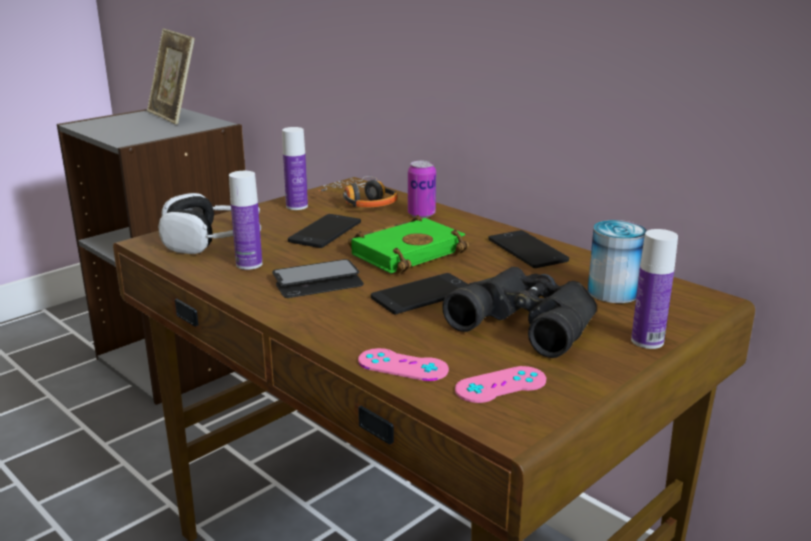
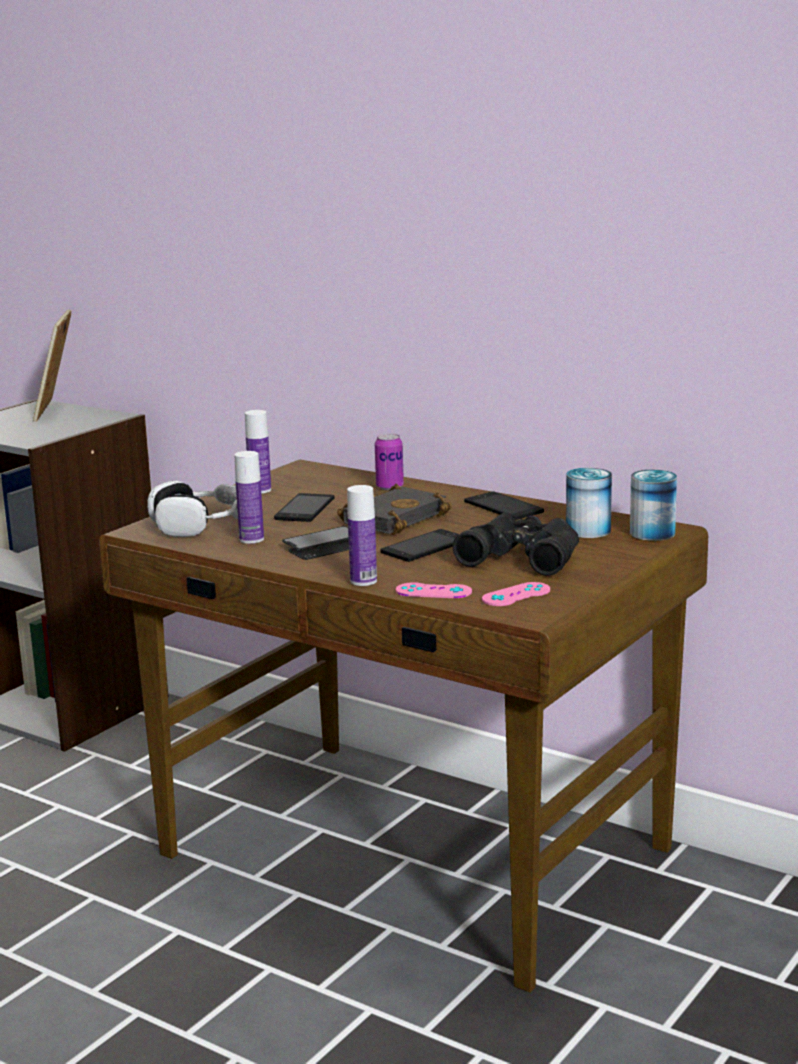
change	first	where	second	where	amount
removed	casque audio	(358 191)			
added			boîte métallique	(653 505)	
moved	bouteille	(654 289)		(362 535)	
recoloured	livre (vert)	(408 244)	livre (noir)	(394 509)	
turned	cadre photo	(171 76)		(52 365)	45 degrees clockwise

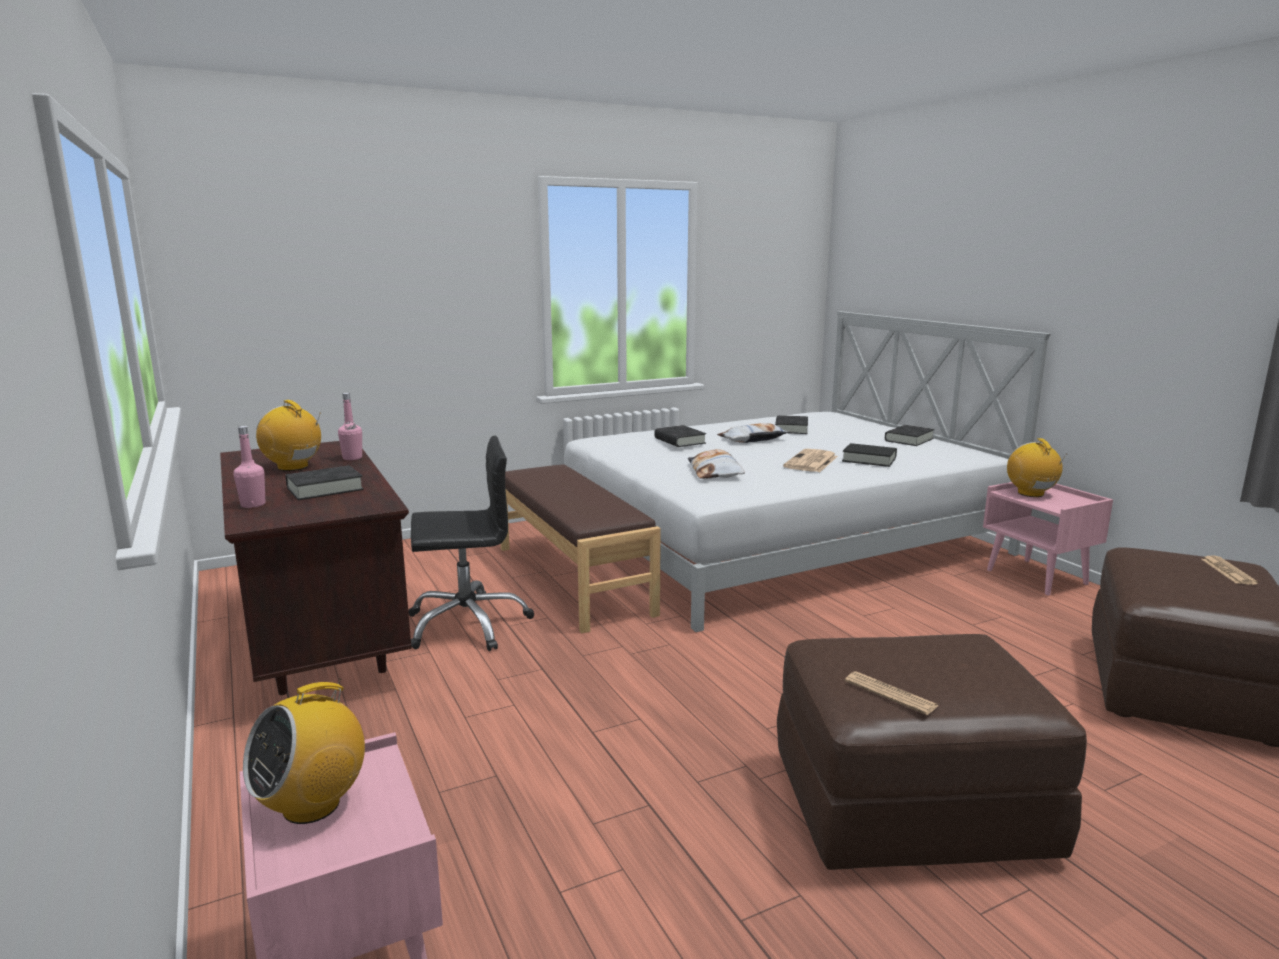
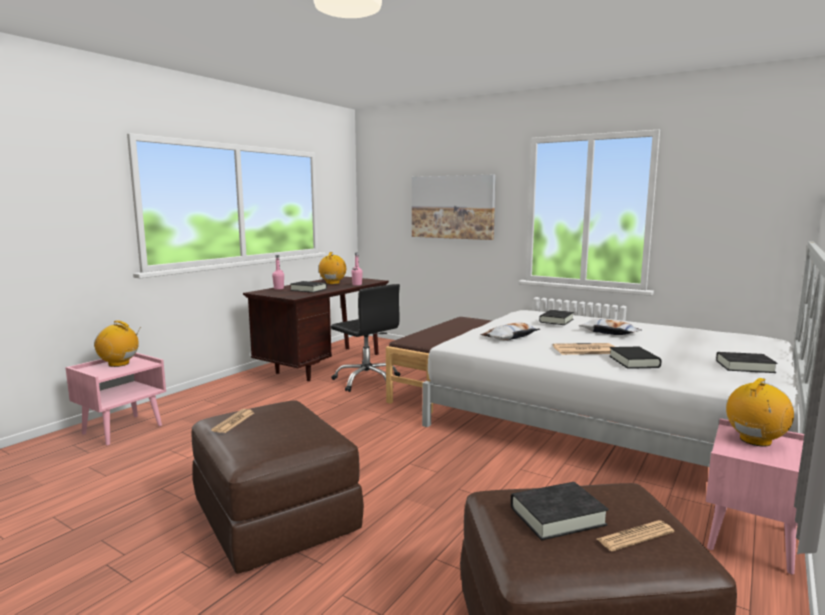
change	first	where	second	where	amount
added			tableau	(454 207)	
moved	livre (noir)	(791 424)		(560 511)	

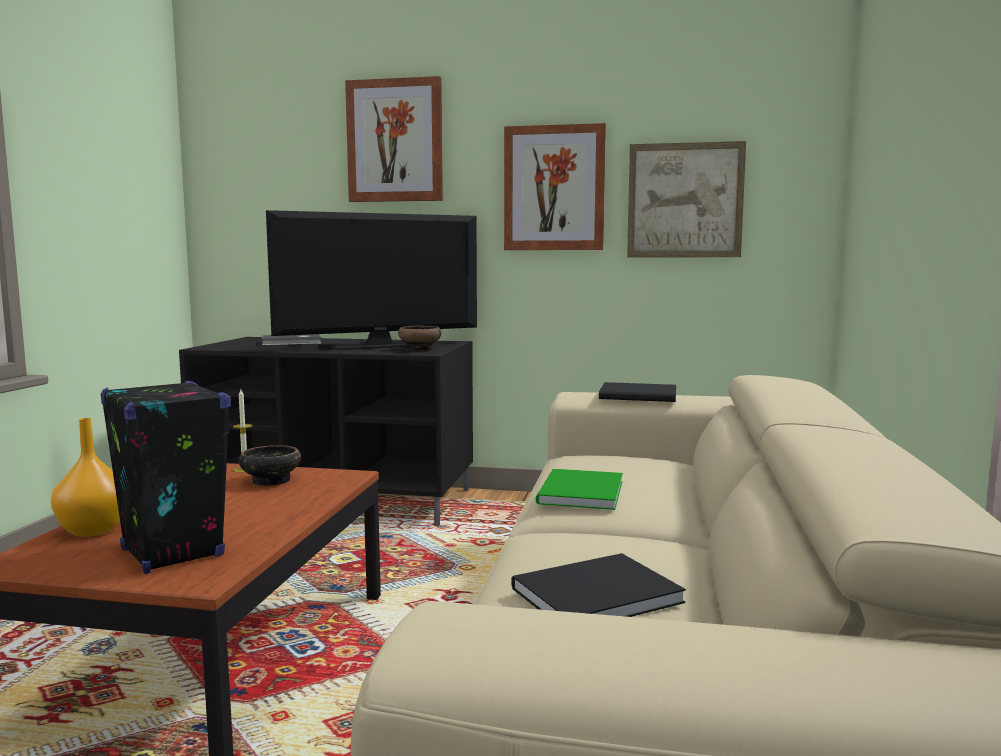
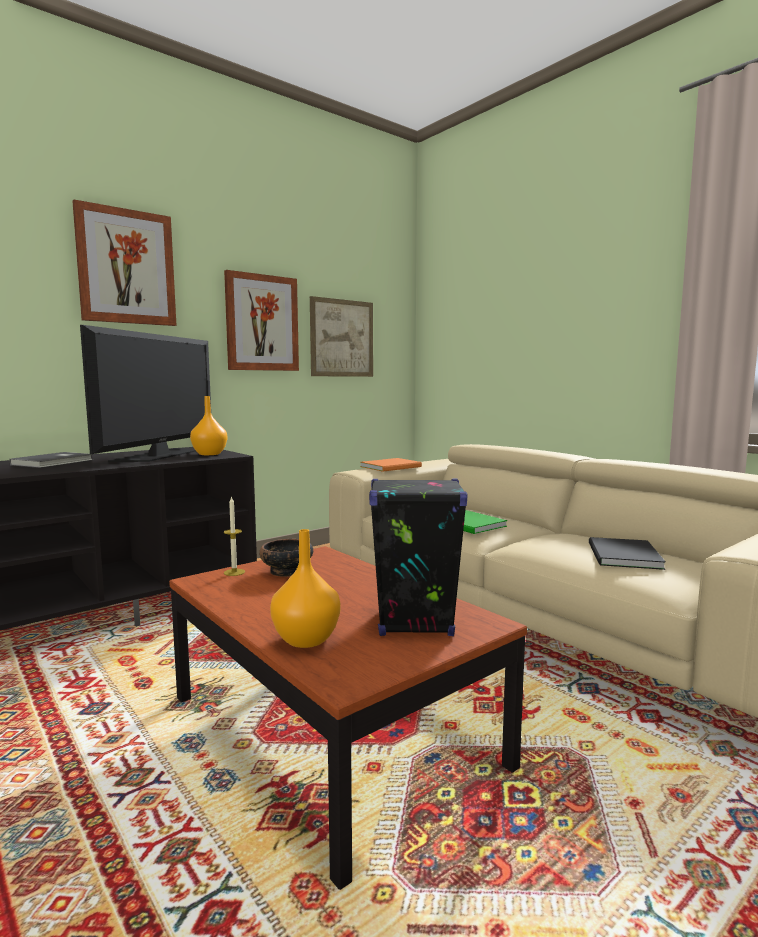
change	first	where	second	where	amount
replaced	bol	(419 338)	vase (orange)	(208 425)	
recoloured	livre (noir)	(637 392)	livre (orange)	(391 465)	

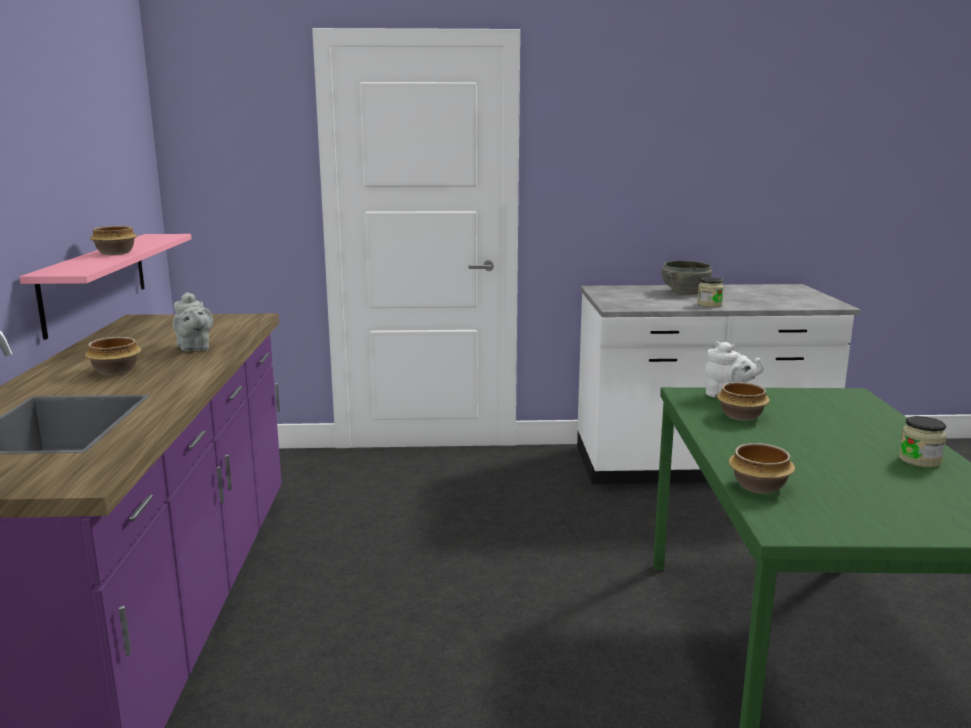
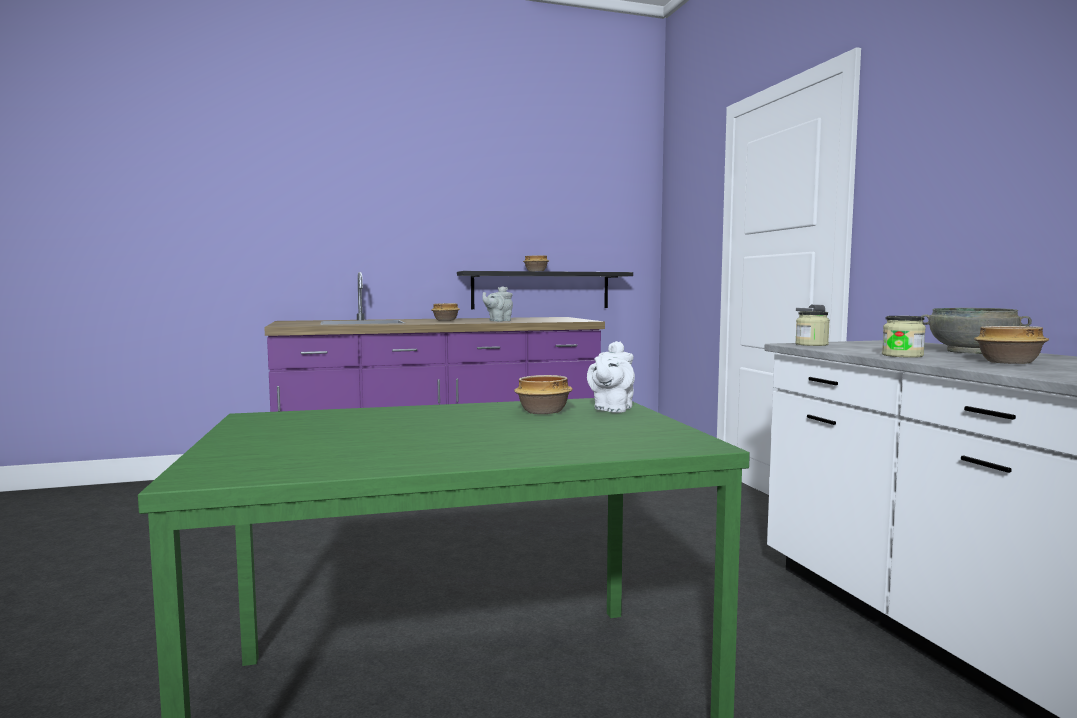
change	first	where	second	where	amount
moved	bol	(762 468)		(1011 345)	
moved	bocal	(923 441)		(812 328)	
recoloured	étagère (rose)	(106 287)	étagère (noir)	(545 290)	

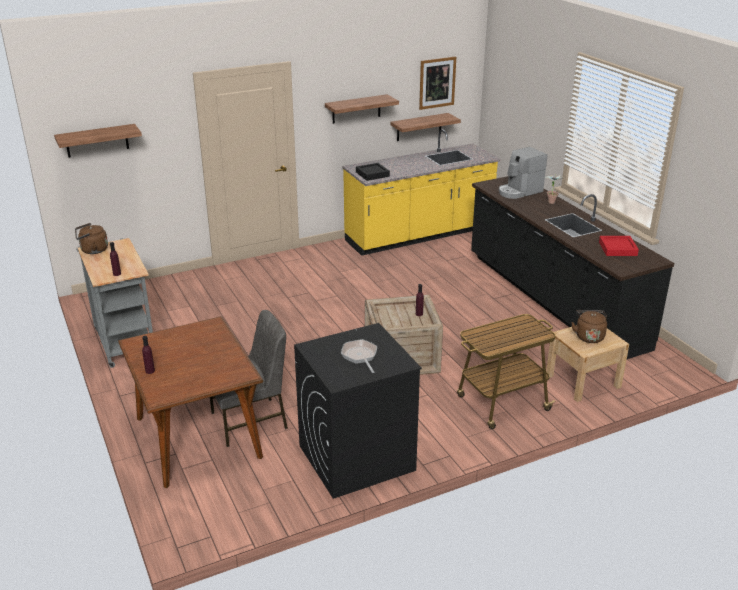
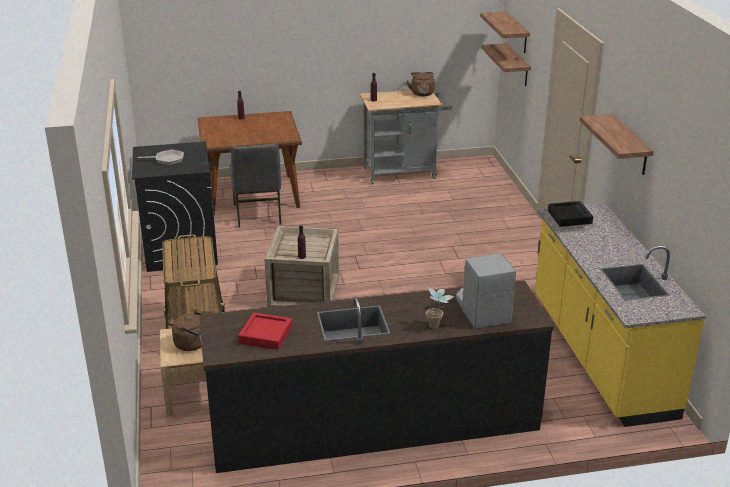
change	first	where	second	where	amount
removed	tableau	(437 83)			
moved	étagère	(425 127)		(506 64)	

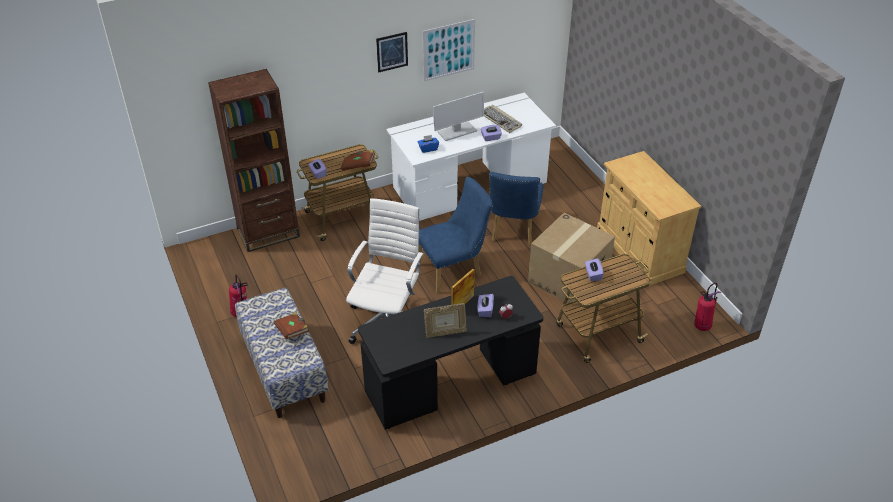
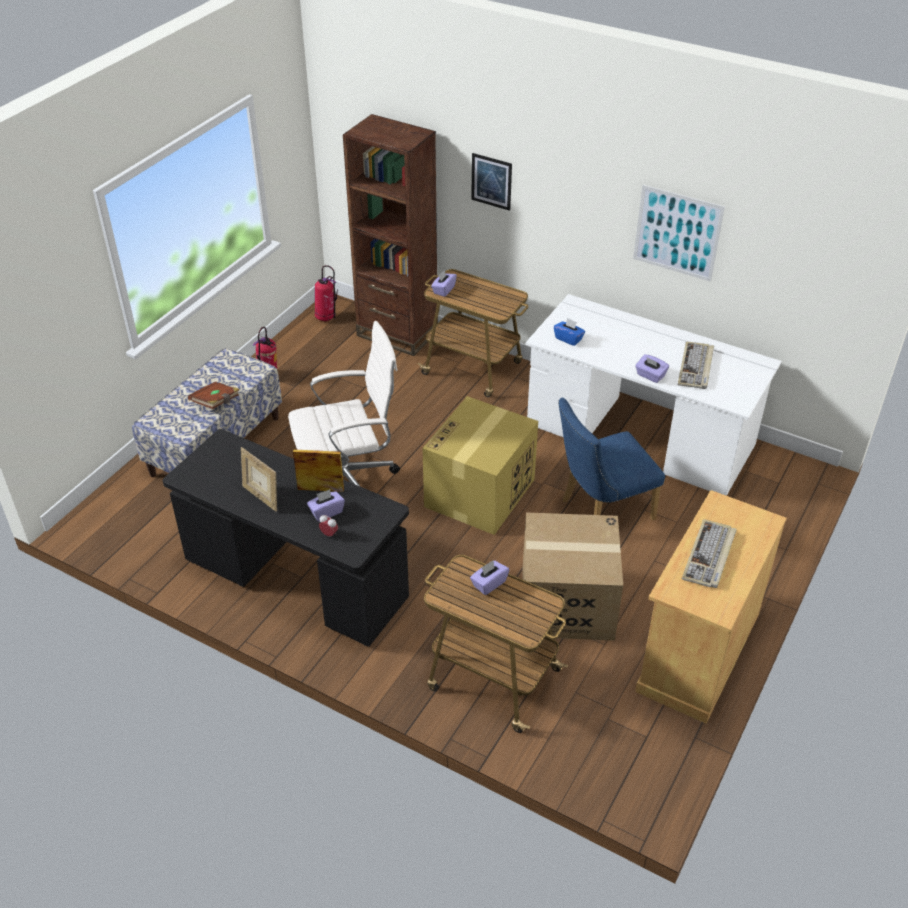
change	first	where	second	where	amount
removed	livre (marron)	(358 160)			
removed	écran d'ordinateur	(458 116)			
added			clavier	(709 553)	
moved	tableau	(392 52)		(491 182)	
moved	extincteur	(707 307)		(326 293)	
replaced	chaise (bleu)	(456 235)	carton	(480 465)	

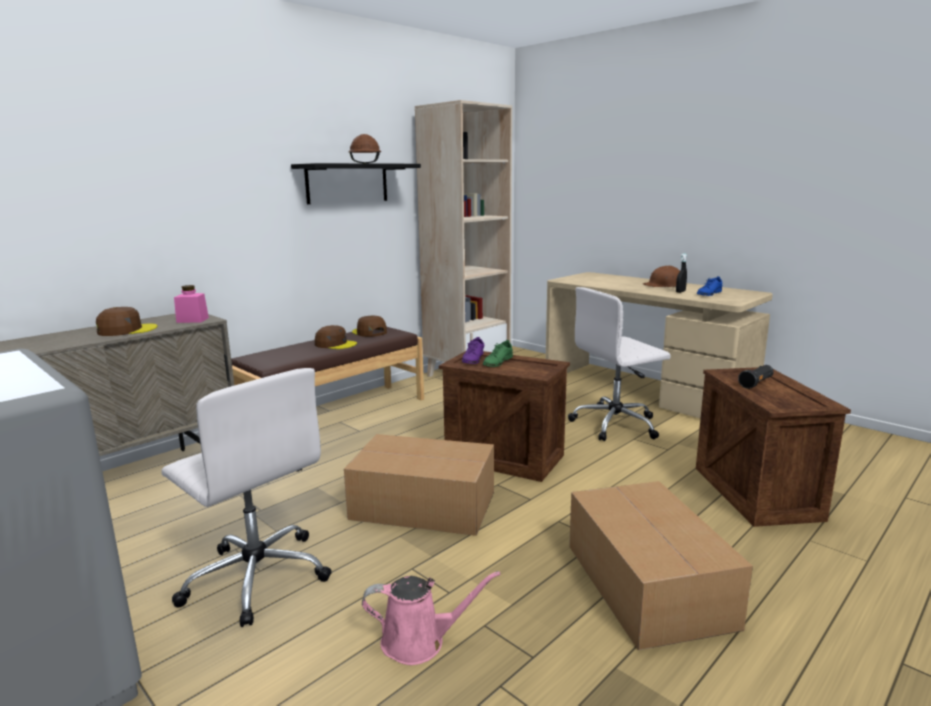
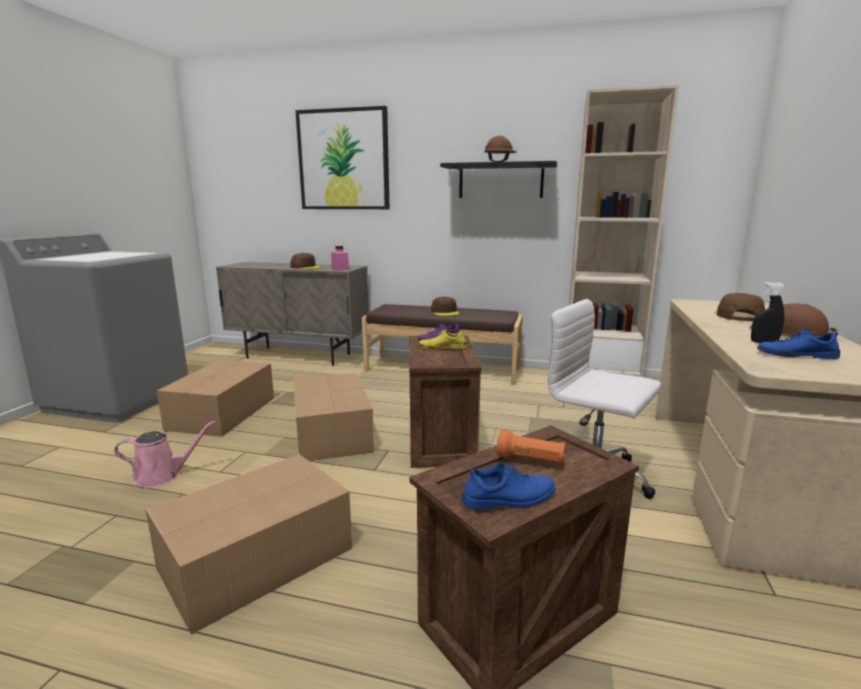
change	first	where	second	where	amount
added			tableau	(342 157)	
added			chaussure (bleu)	(508 486)	
moved	casquette (marron)	(369 326)		(740 307)	
replaced	chaise de bureau (blanc)	(246 497)	carton	(215 398)	
recoloured	chaussure (vert)	(498 353)	chaussure (jaune)	(442 339)	
recoloured	lampe de poche (noir)	(756 377)	lampe de poche (orange)	(531 446)	
turned	arrosoir (rose)	(431 618)		(164 454)	75 degrees counterclockwise

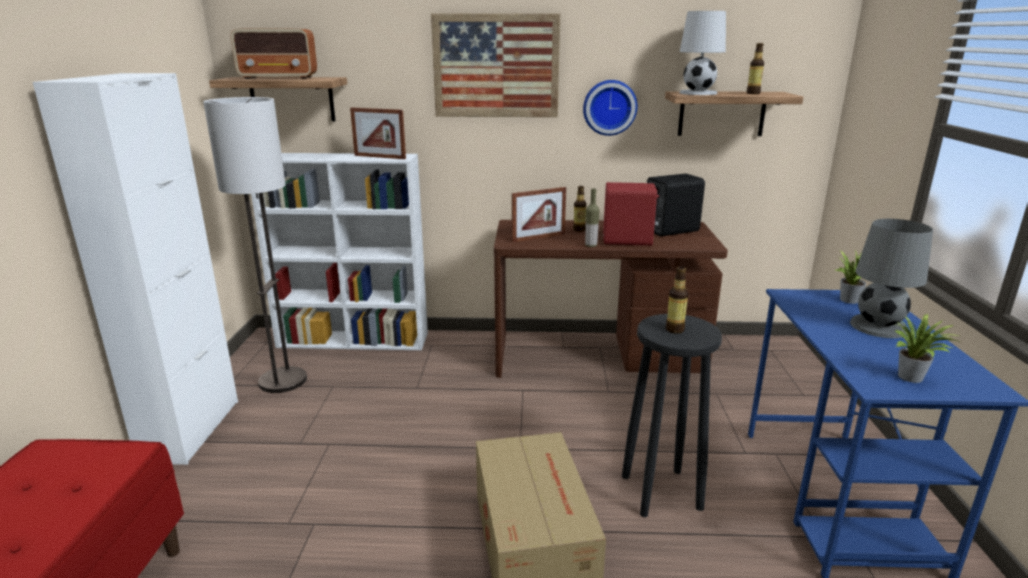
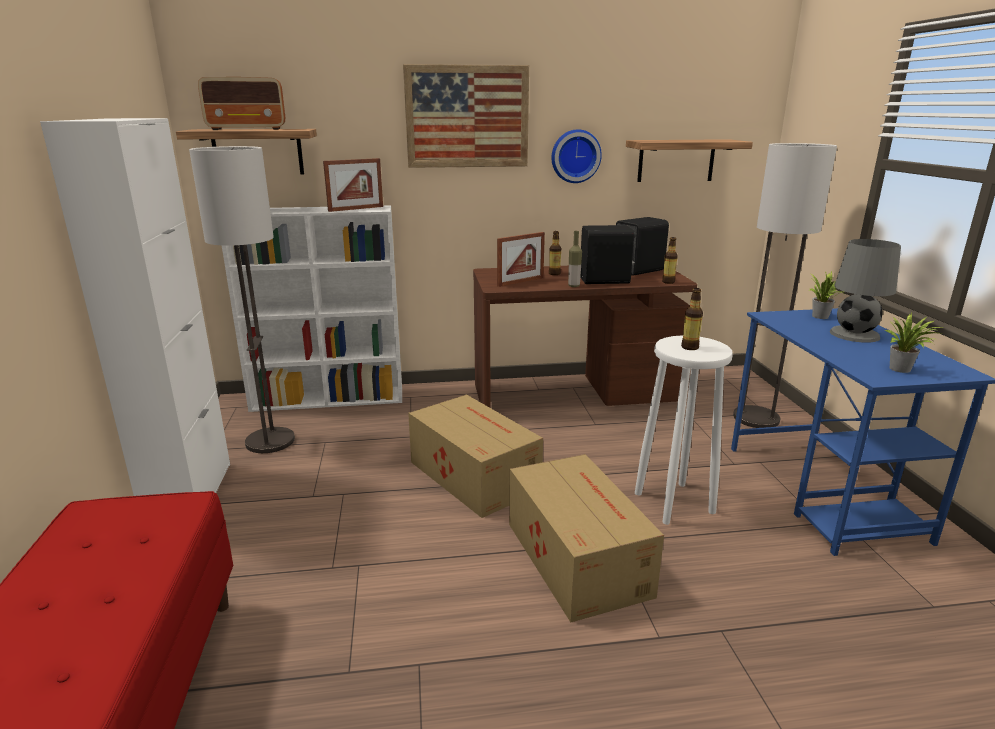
change	first	where	second	where	amount
removed	lampe de table (blanc)	(702 53)			
added			carton	(475 456)	
added			lampadaire	(785 285)	
moved	bouteille	(755 68)		(670 260)	
recoloured	enceinte (rouge)	(631 214)	enceinte (noir)	(607 254)	
recoloured	tabouret (noir)	(672 415)	tabouret (blanc)	(684 430)	
turned	cadre photo	(378 133)		(353 185)	45 degrees counterclockwise

